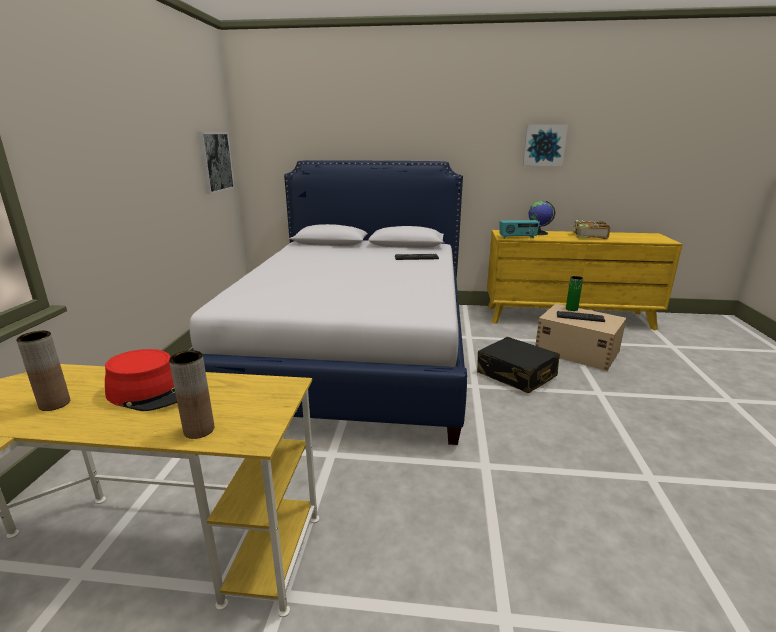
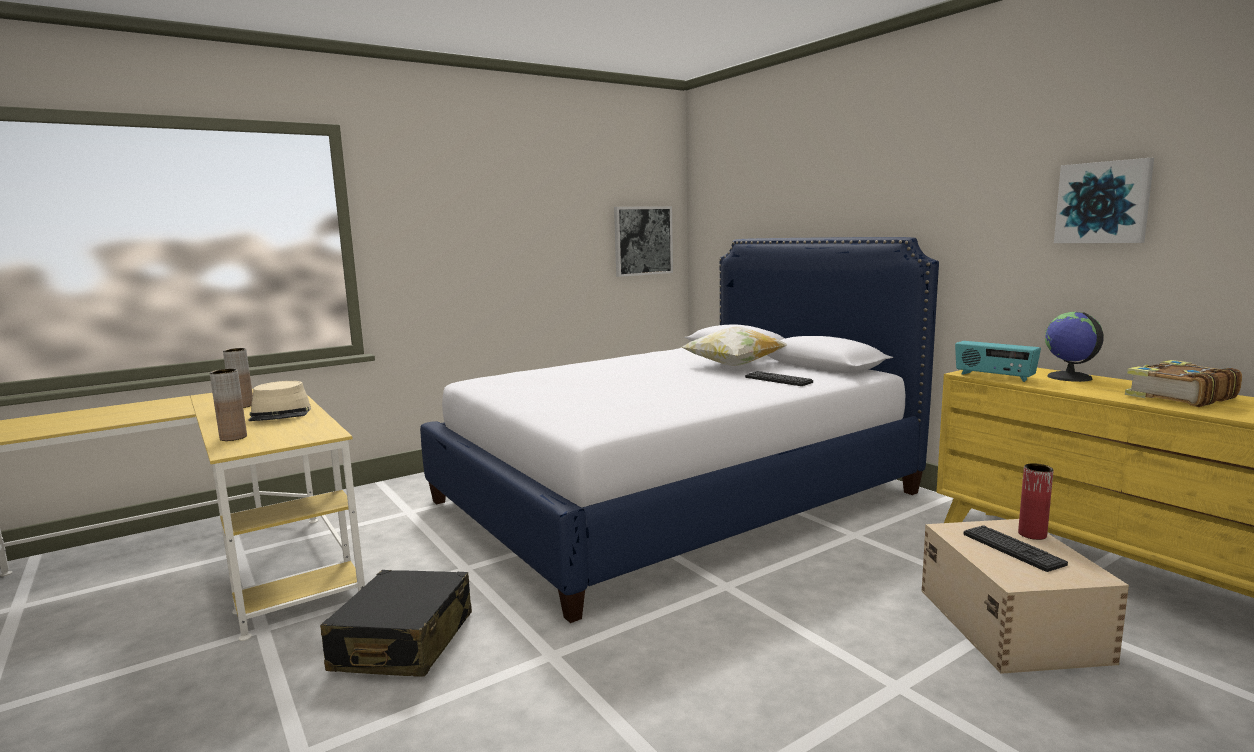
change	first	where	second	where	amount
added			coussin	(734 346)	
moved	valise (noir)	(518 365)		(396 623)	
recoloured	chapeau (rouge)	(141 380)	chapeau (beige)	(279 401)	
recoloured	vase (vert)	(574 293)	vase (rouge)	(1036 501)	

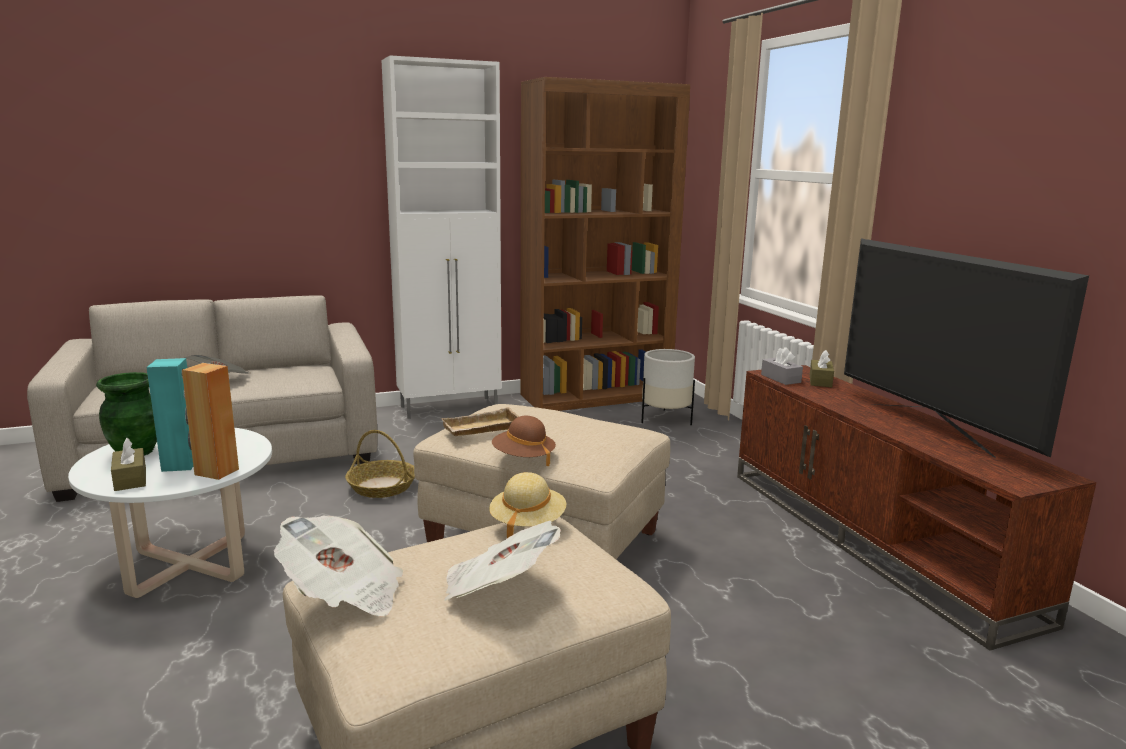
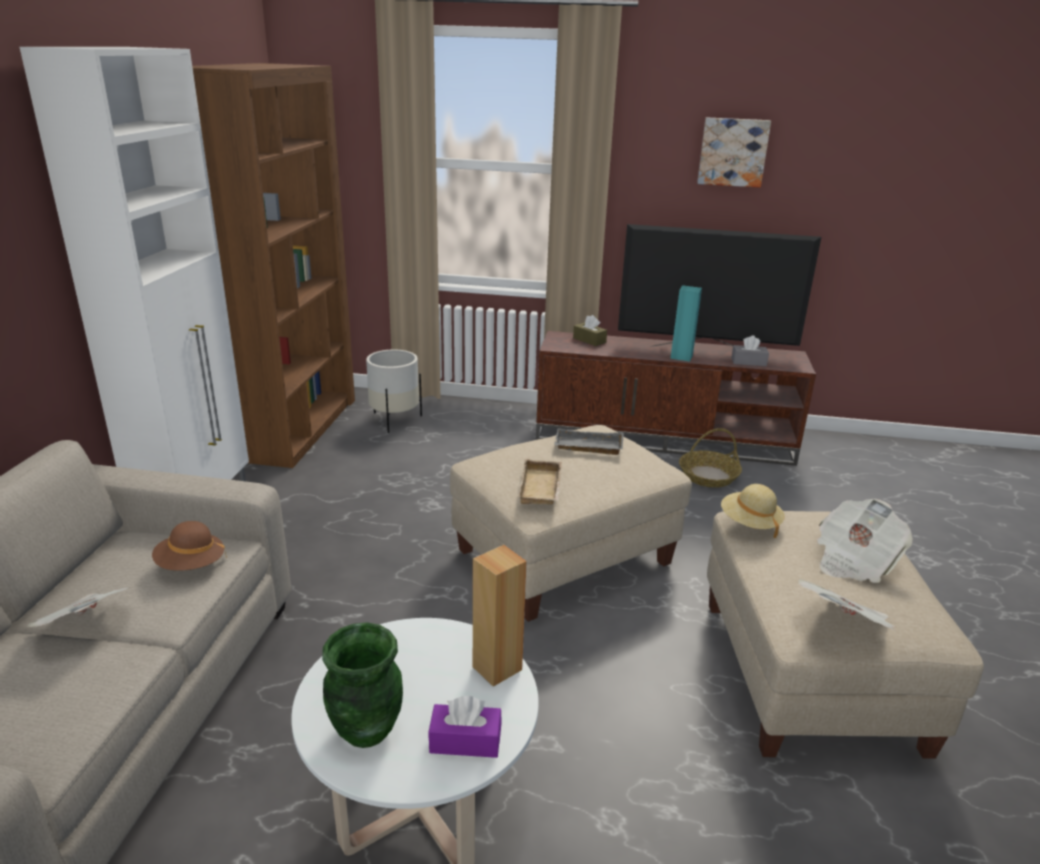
change	first	where	second	where	amount
added			plateau (gris)	(589 442)	
added			tableau	(734 152)	
moved	enceinte (turquoise)	(170 415)		(686 323)	
moved	panier	(380 464)		(710 458)	
moved	chapeau (marron)	(524 441)		(189 546)	
moved	boîte à mouchoirs (gris)	(782 366)		(750 350)	
recoloured	boîte à mouchoirs (marron)	(128 464)	boîte à mouchoirs (violet)	(465 727)	

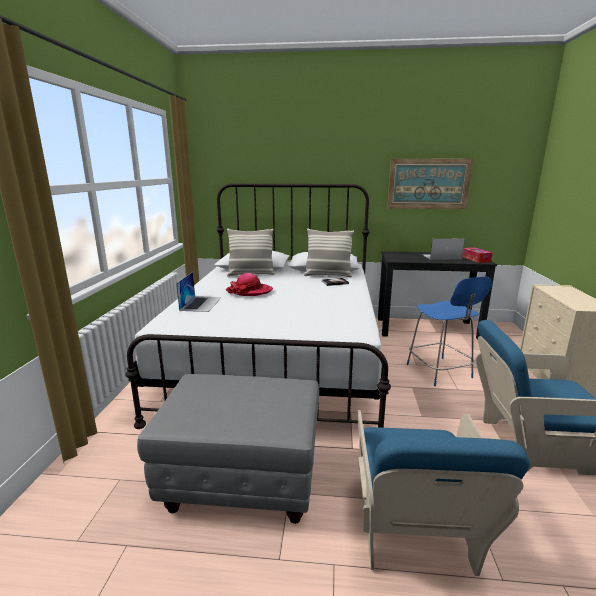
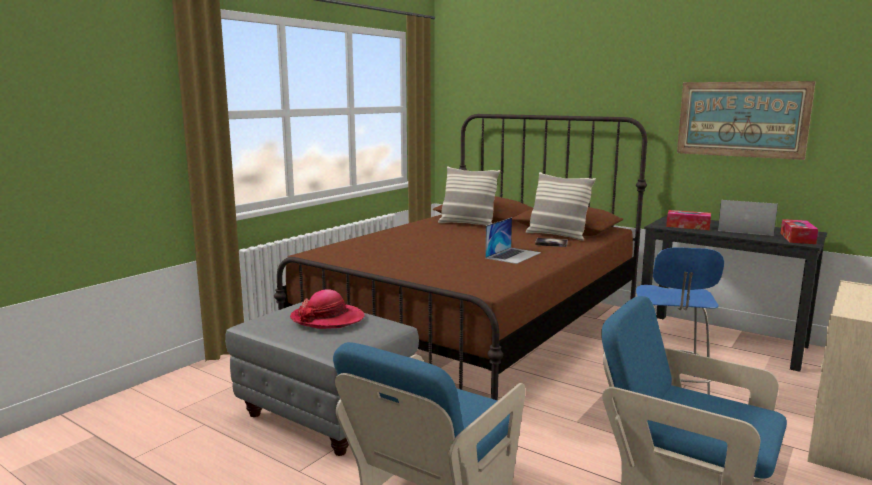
change	first	where	second	where	amount
added			boîte à mouchoirs	(688 220)	
moved	ordinateur portable	(199 292)		(513 240)	
moved	chapeau	(249 284)		(327 309)	
recoloured	lit (blanc)	(258 306)	lit (marron)	(460 257)	

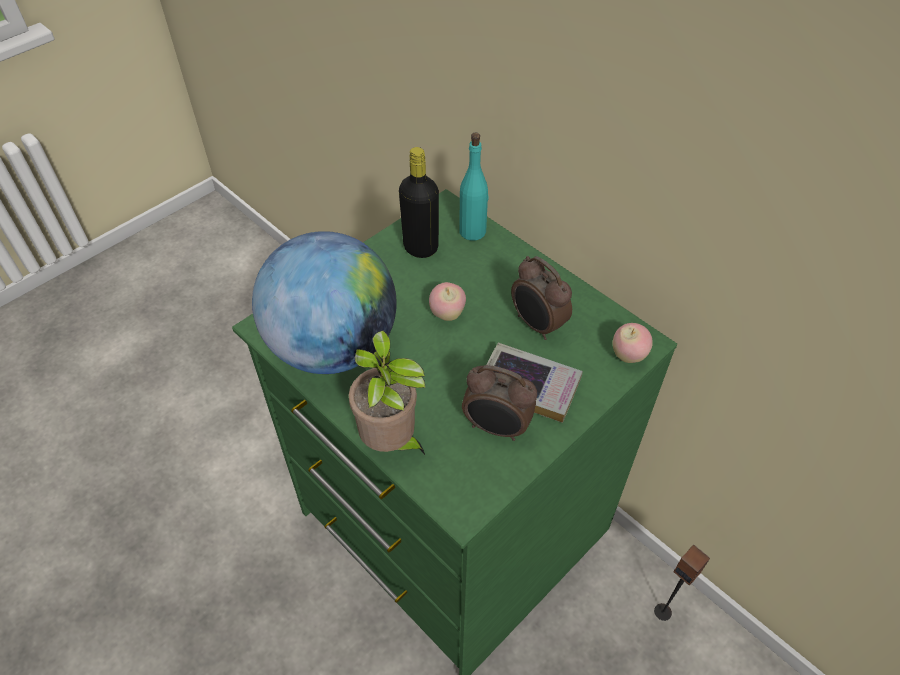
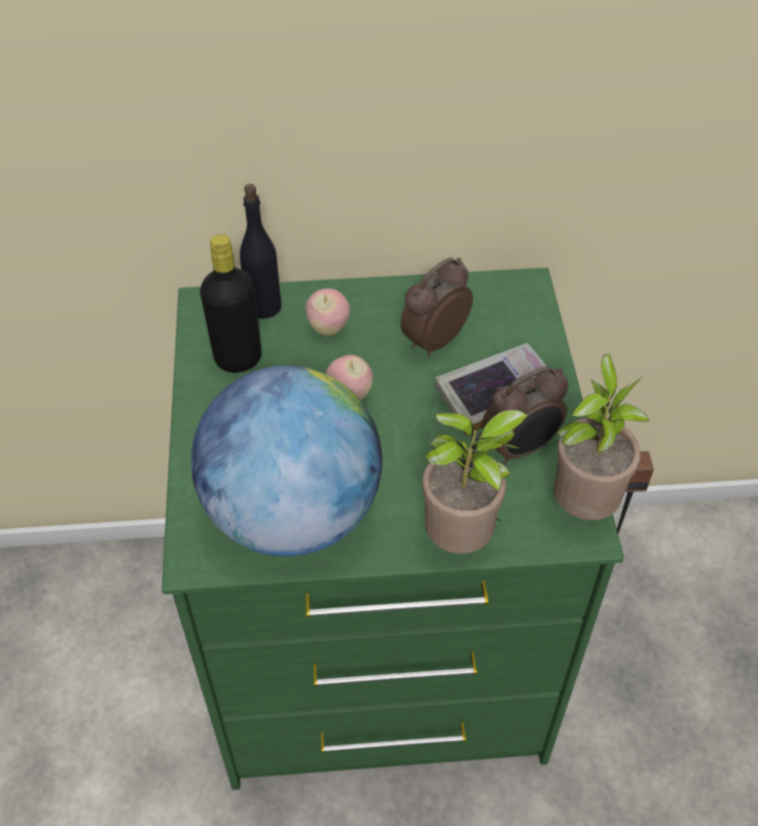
change	first	where	second	where	amount
added			plante en pot	(602 437)	
moved	pomme	(632 343)		(327 312)	
recoloured	bouteille (turquoise)	(473 187)	bouteille (noir)	(260 251)	
turned	réveil	(541 298)		(437 307)	135 degrees clockwise

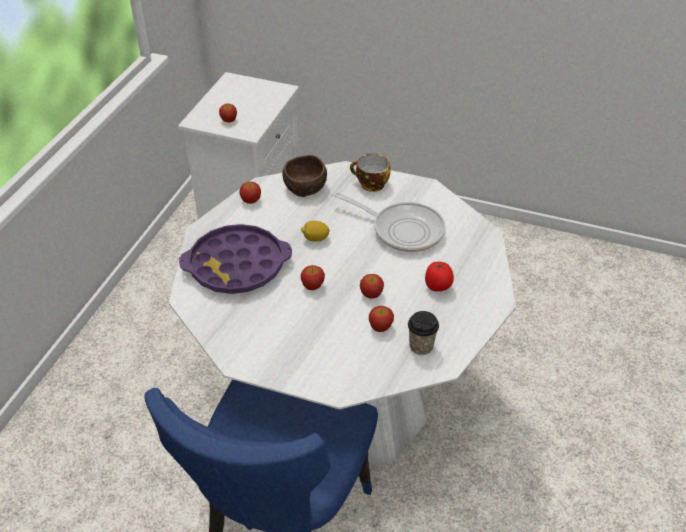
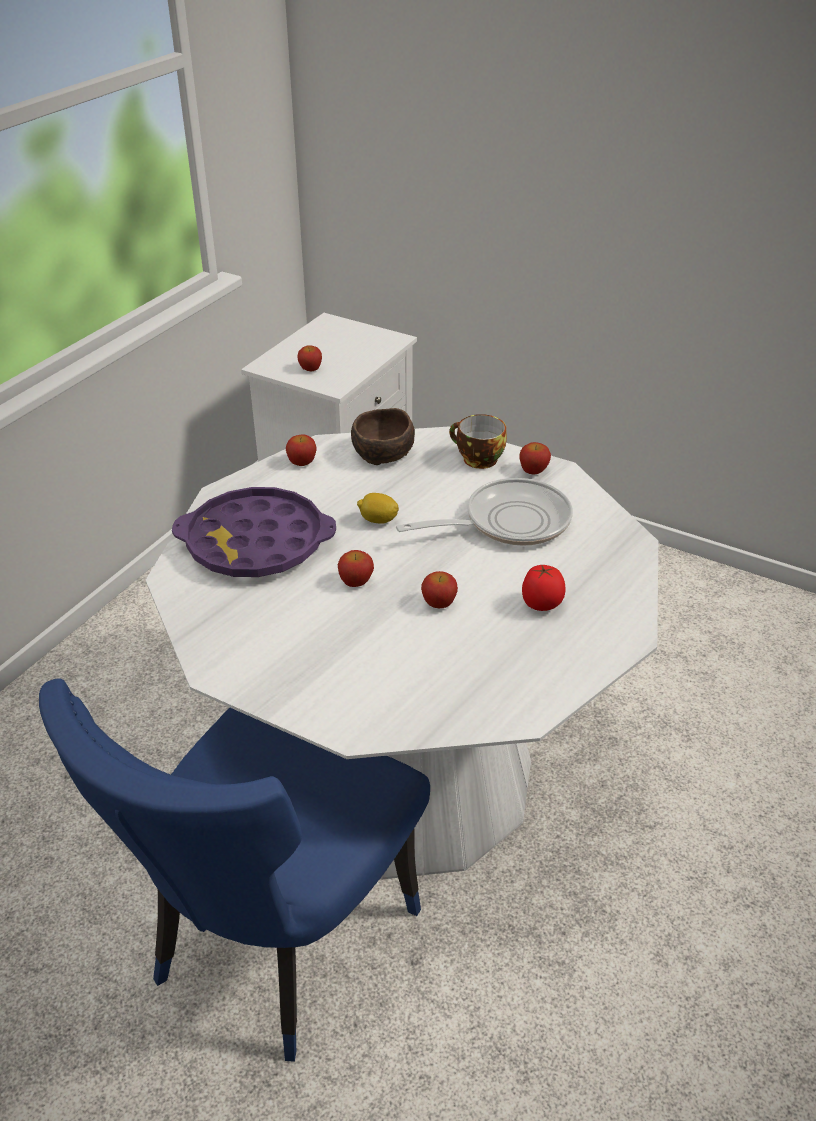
change	first	where	second	where	amount
removed	tasse	(423 333)			
moved	pomme	(381 319)		(535 458)	
turned	poêle	(388 221)		(484 512)	60 degrees counterclockwise

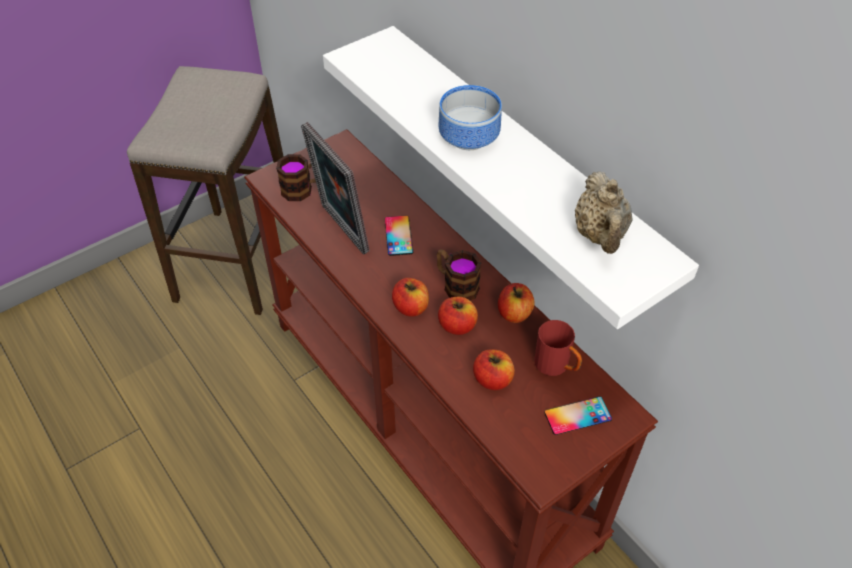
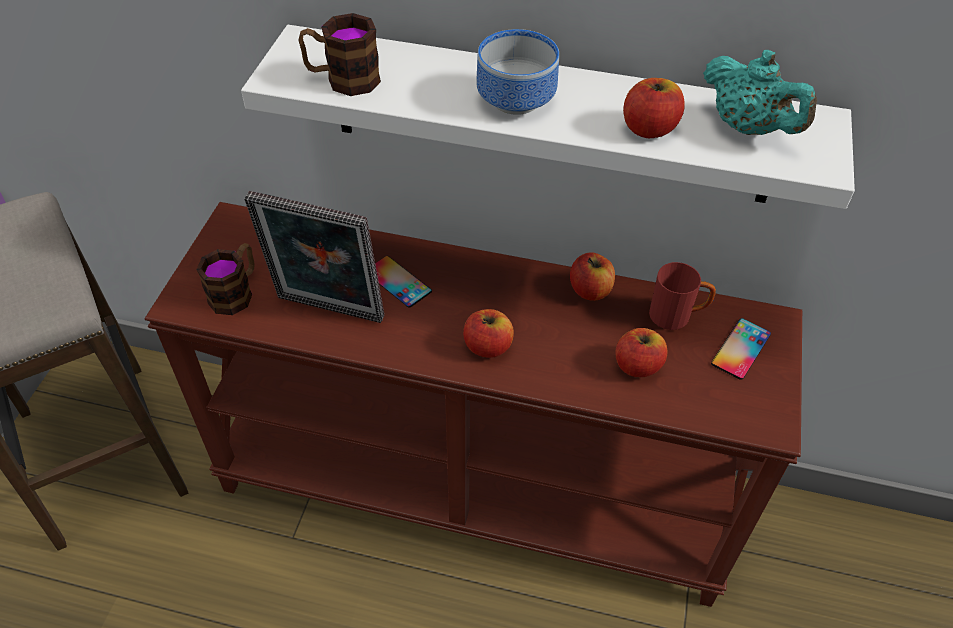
change	first	where	second	where	amount
moved	mug	(459 274)		(340 54)	
moved	pomme	(458 316)		(654 108)	
recoloured	théière (beige)	(604 212)	théière (turquoise)	(760 92)	

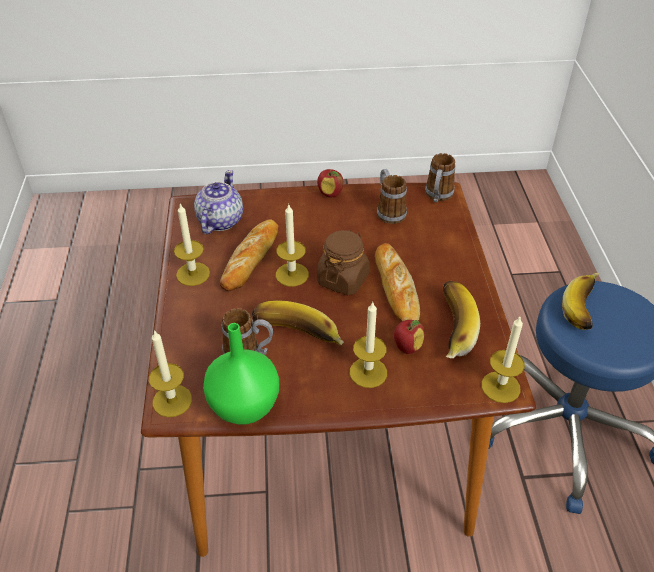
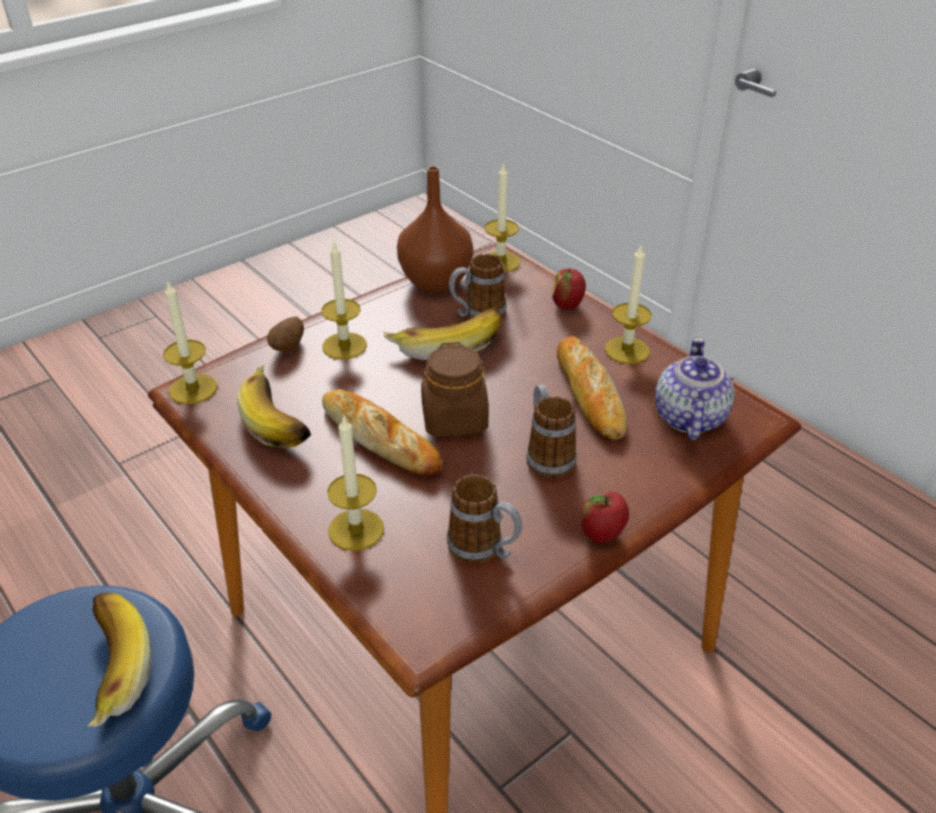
change	first	where	second	where	amount
added			pomme de terre	(285 334)	
moved	bougie	(292 245)		(355 483)	
moved	pomme	(409 337)		(569 289)	
moved	mug	(440 178)		(551 431)	
recoloured	vase (vert)	(241 374)	vase (marron)	(435 229)	
turned	théière	(218 202)		(695 388)	150 degrees counterclockwise

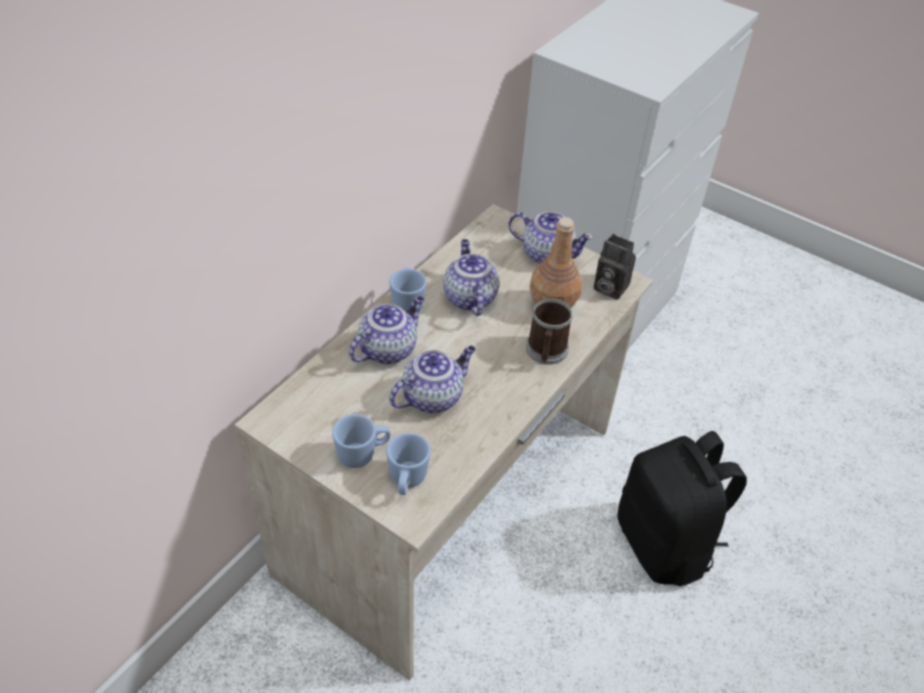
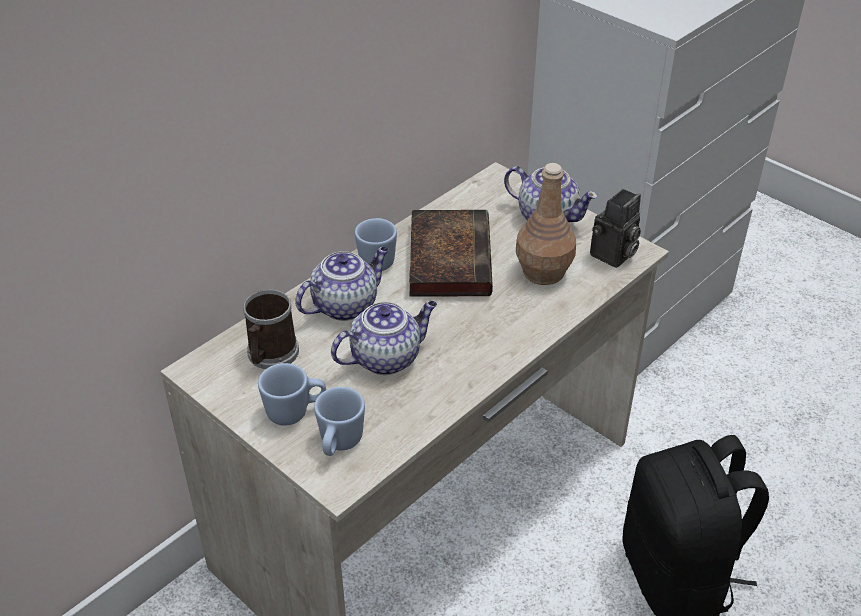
change	first	where	second	where	amount
moved	mug	(549 332)		(271 329)	
replaced	théière	(471 277)	livre	(451 253)	
turned	appareil photo	(614 267)		(615 228)	90 degrees counterclockwise

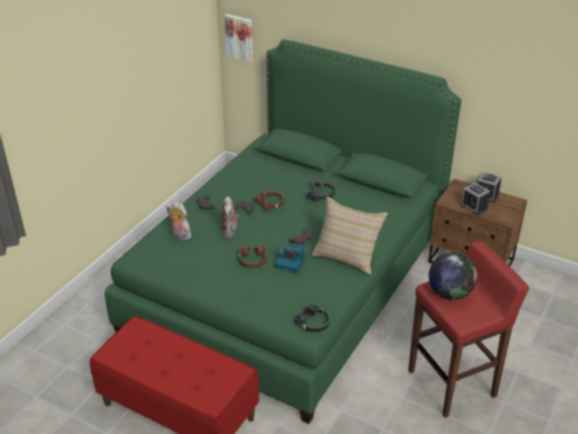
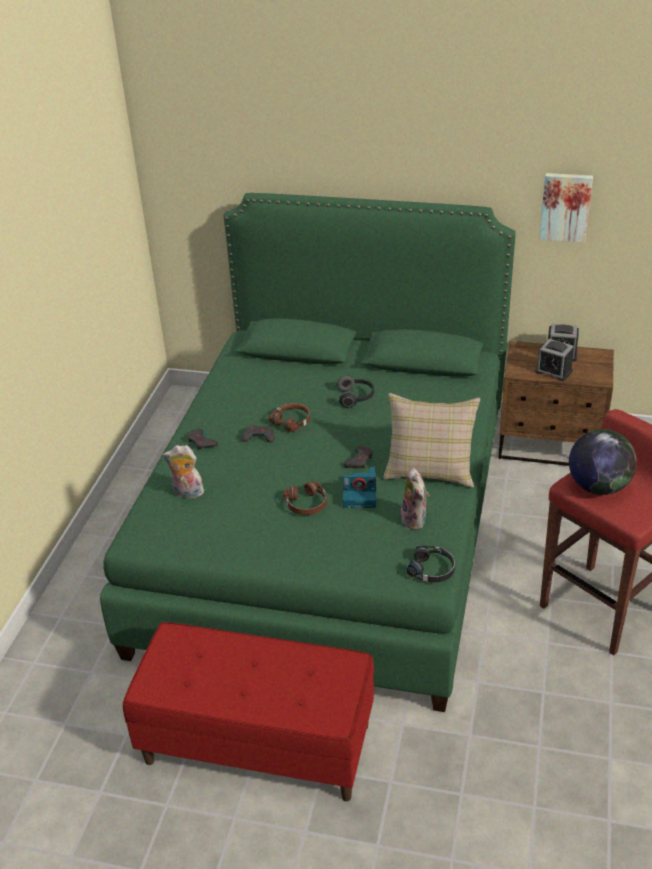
change	first	where	second	where	amount
moved	peluche	(230 216)		(415 499)	
moved	tableau	(239 38)		(566 208)	

